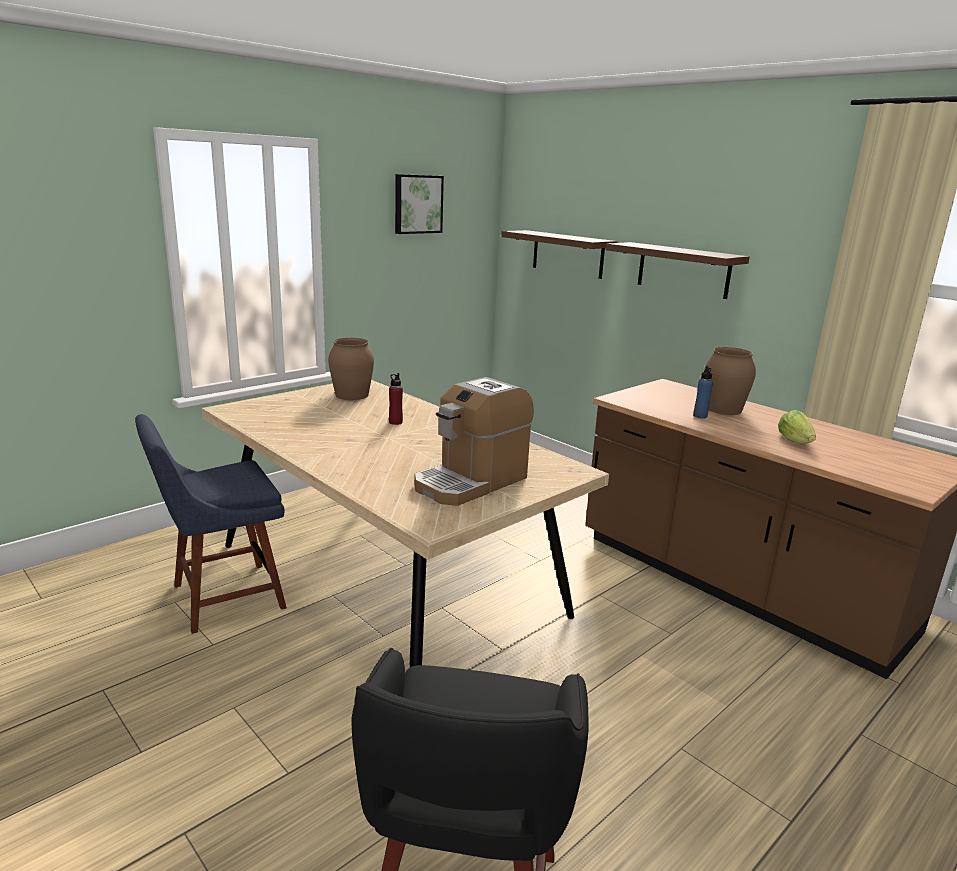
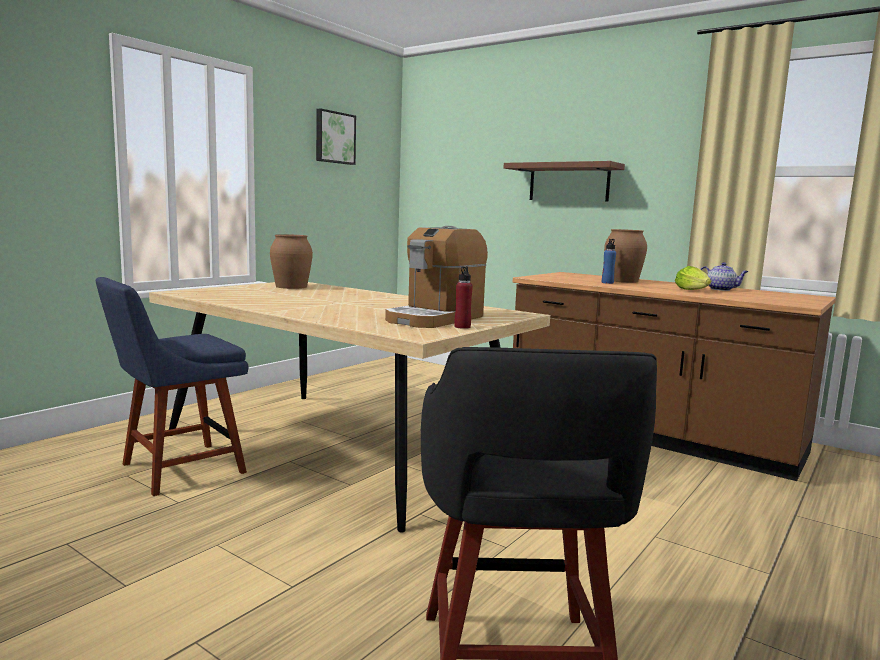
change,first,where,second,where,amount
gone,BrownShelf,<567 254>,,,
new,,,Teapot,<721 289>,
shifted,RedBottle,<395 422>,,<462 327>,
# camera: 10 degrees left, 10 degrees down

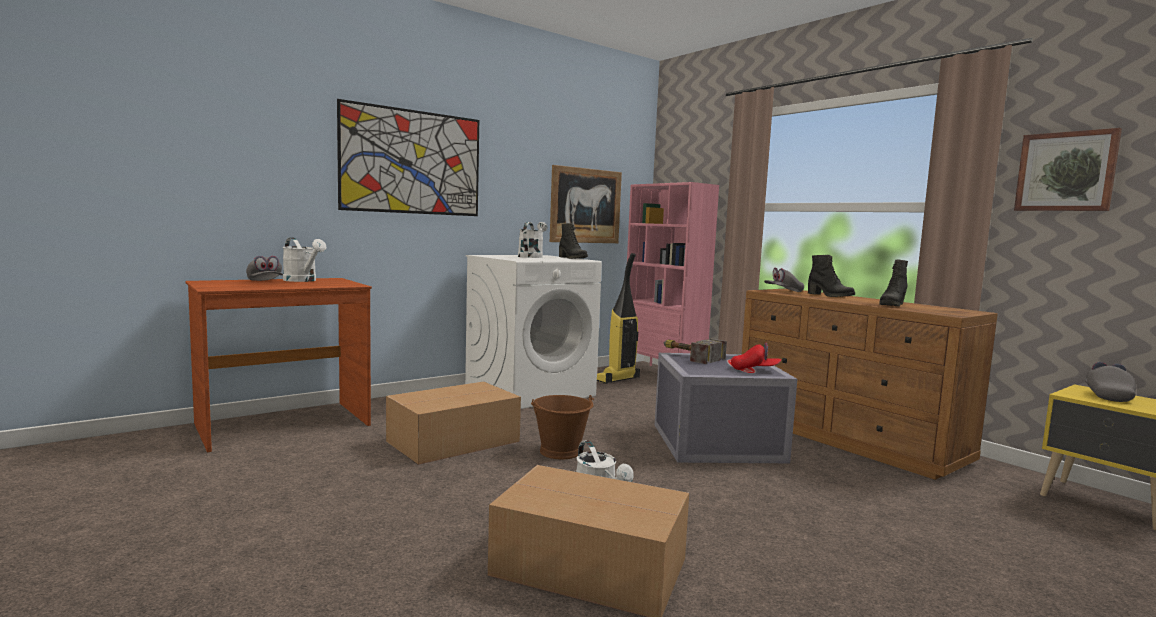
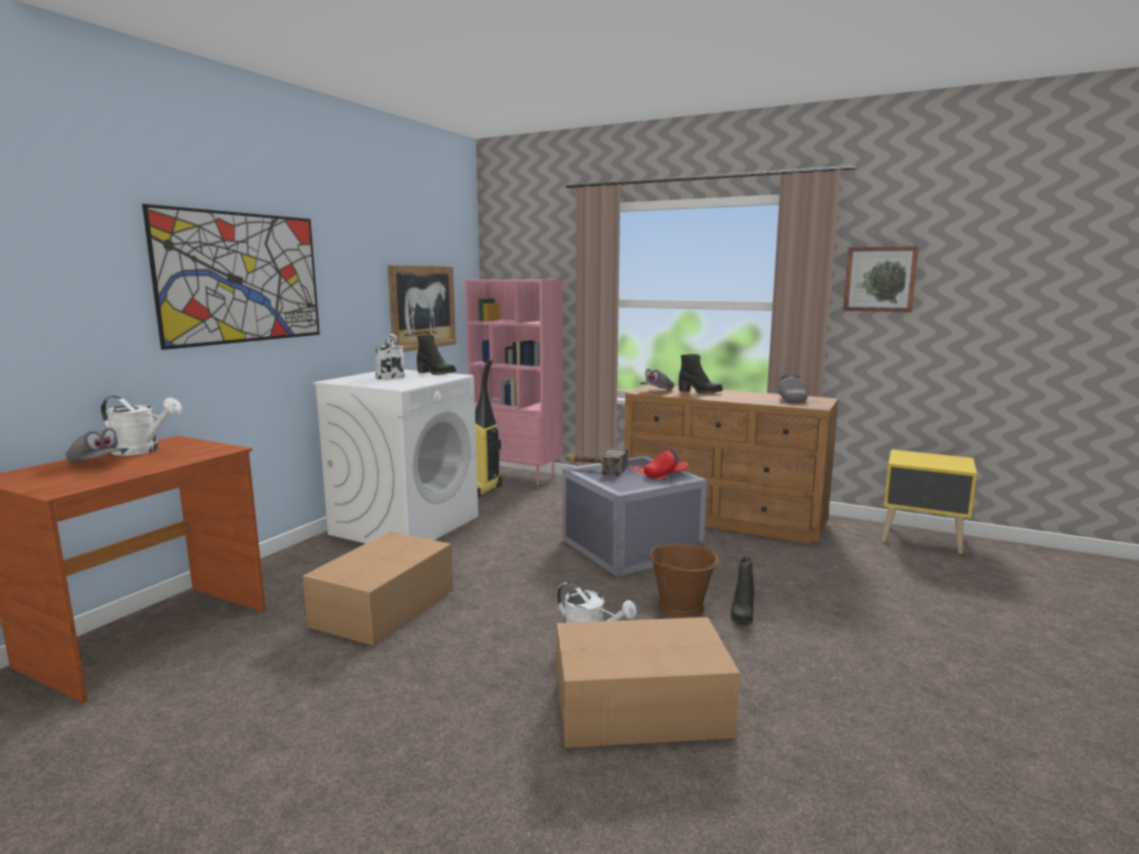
change,first,where,second,where,amount
shifted,BrownBucket,<561 451>,,<681 607>,
shifted,BlackBoot,<892 305>,,<741 614>,
shifted,GreyCap,<1107 396>,,<790 399>,
# camera: 25 degrees left, 5 degrees up

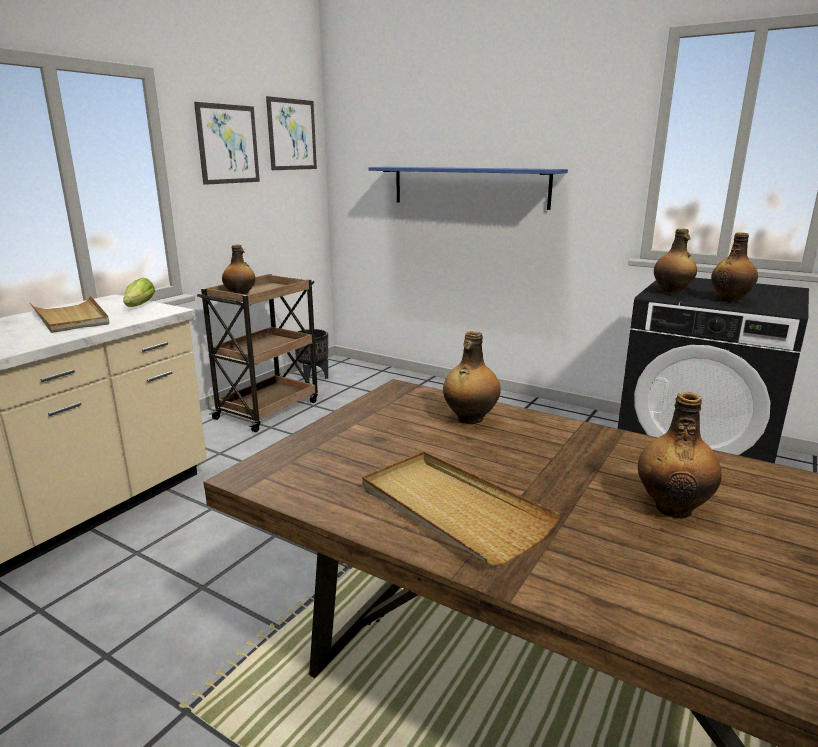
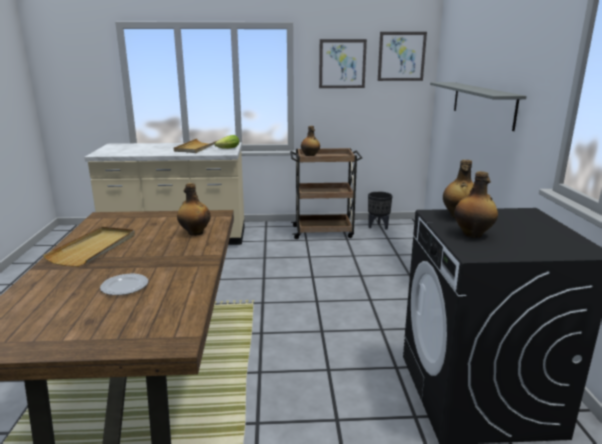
change,first,where,second,where,amount
swapped,Bottle,<672 507>,Plate,<125 287>,
repainted,BlueShelf,<469 187>,GreyShelf,<482 103>,
# camera: 55 degrees right, 0 degrees up

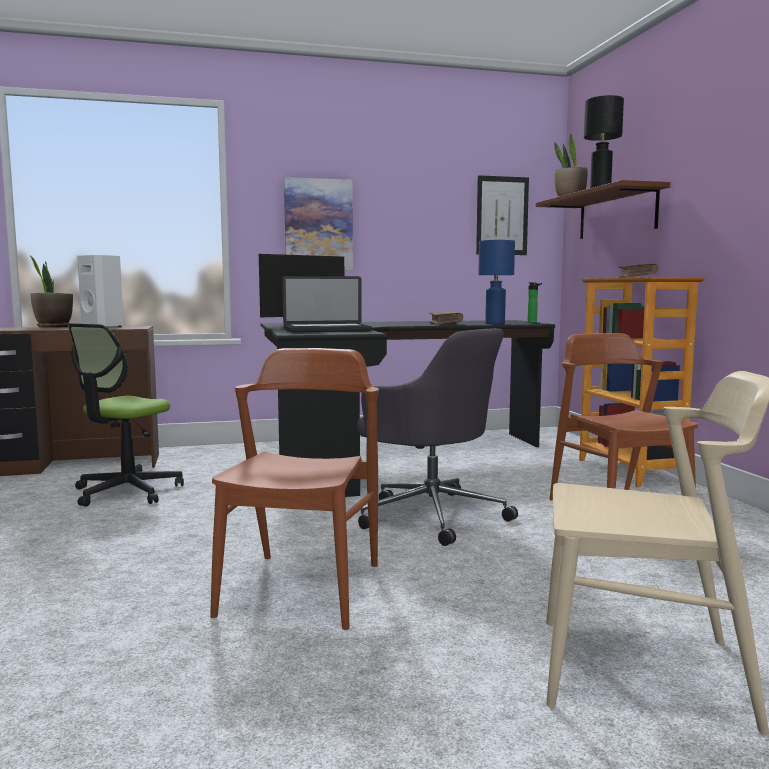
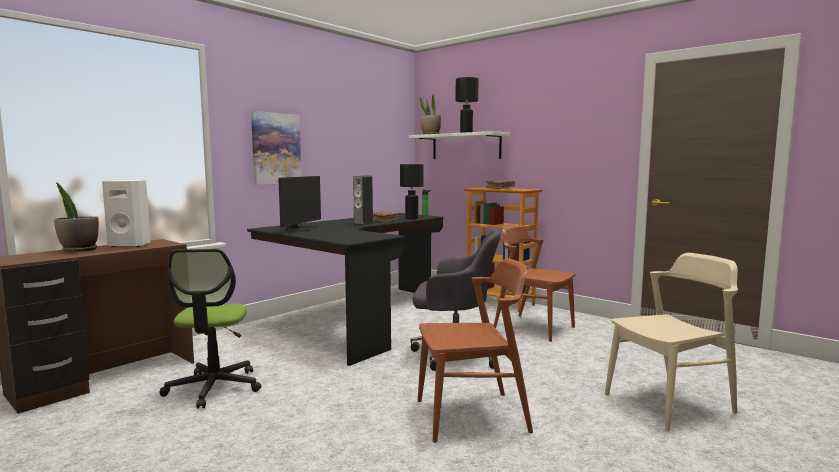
change,first,where,second,where,amount
gone,Laptop,<327 330>,,,
gone,Picture,<502 216>,,,
new,,,Speaker,<363 224>,
repainted,BlueTableLamp,<495 323>,BlackTableLamp,<411 218>,
repainted,BrownShelf,<616 214>,WhiteShelf,<466 146>,
rotated,BrownChair,<302 588>,,<472 416>,105 degrees clockwise
# camera: 35 degrees left, 0 degrees up

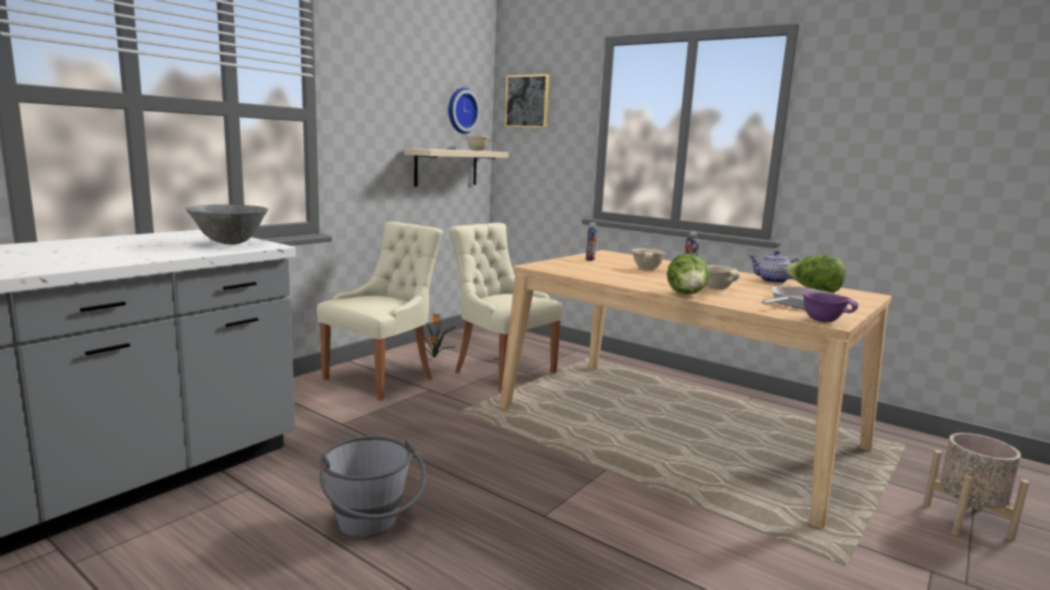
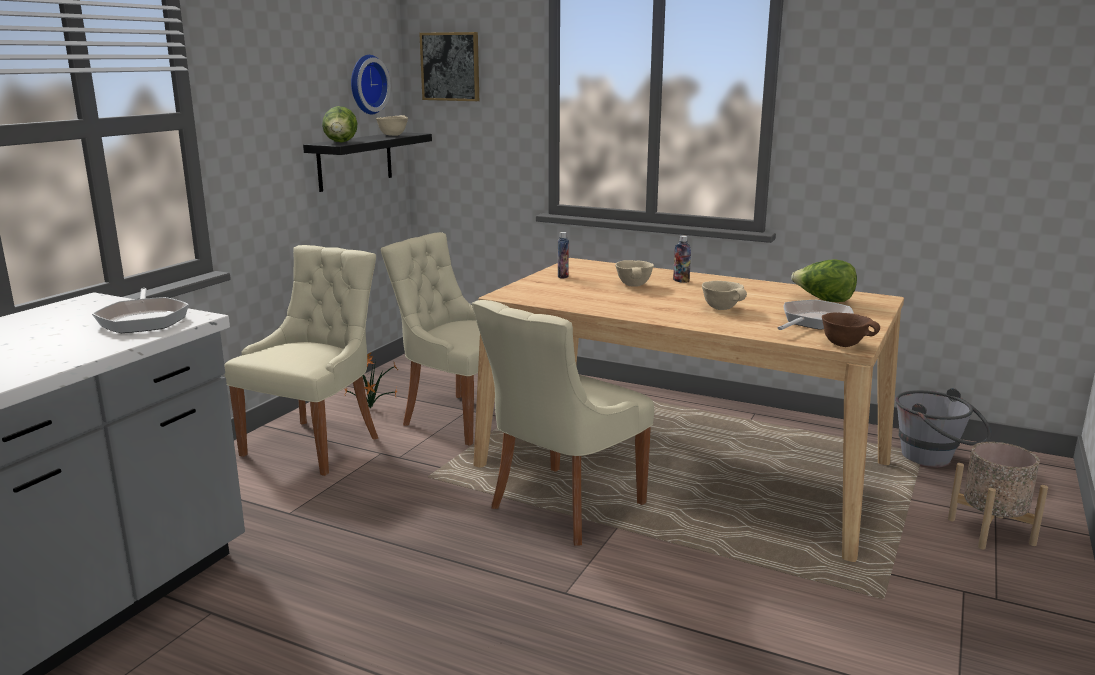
change,first,where,second,where,amount
gone,Teapot,<772 281>,,,
new,,,BeigeChair,<562 507>,
shifted,GreyBucket,<372 528>,,<936 460>,
shifted,Lettuce,<686 295>,,<341 143>,
swapped,GreyBowl,<230 243>,FryingPan,<143 320>,
repainted,BeigeShelf,<446 167>,BlackShelf,<355 161>,
repainted,PurpleBowl,<824 321>,BrownBowl,<845 344>,
# camera: 10 degrees left, 5 degrees up

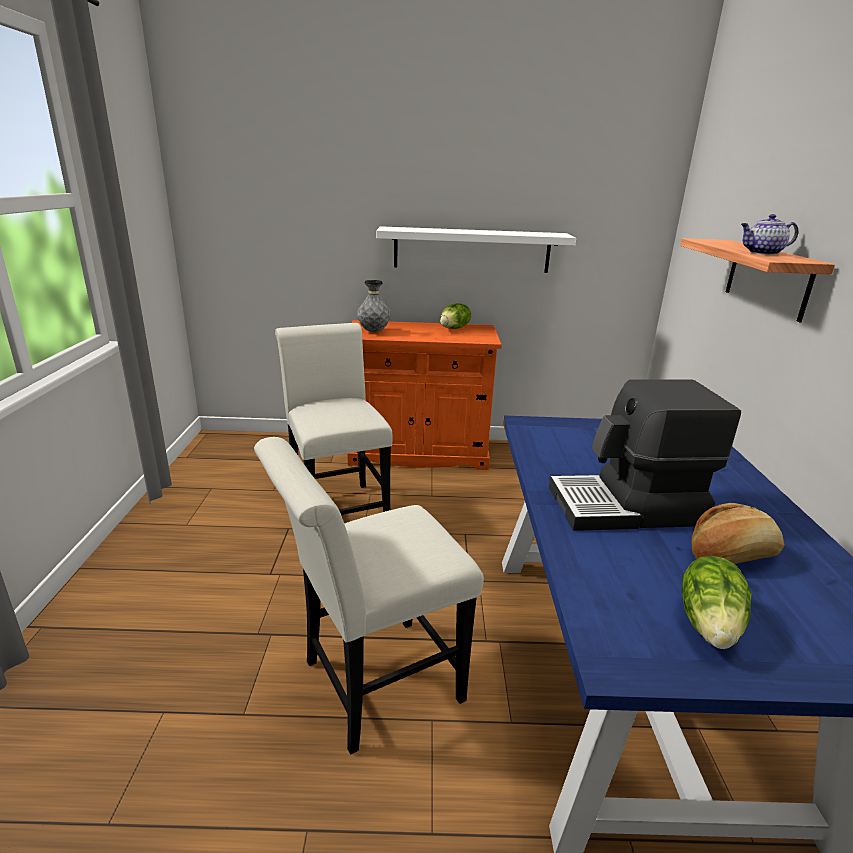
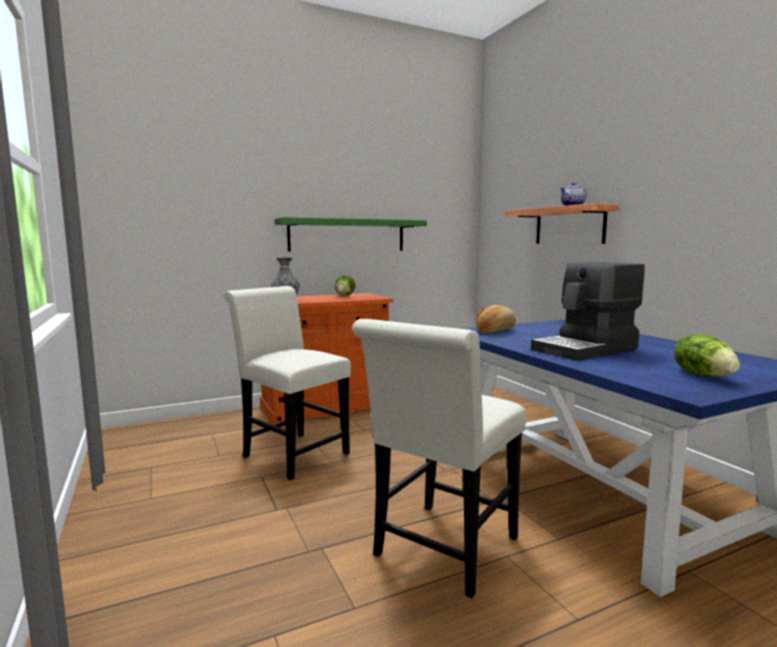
change,first,where,second,where,amount
shifted,Bread,<731 555>,,<495 331>,
repainted,WhiteShelf,<472 250>,GreenShelf,<347 235>,
# camera: 25 degrees left, 15 degrees down

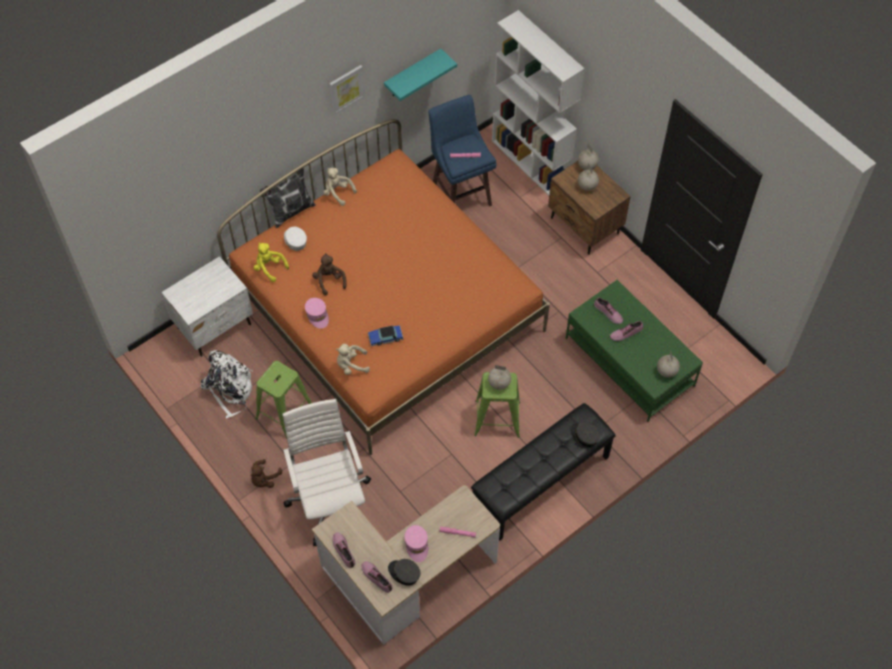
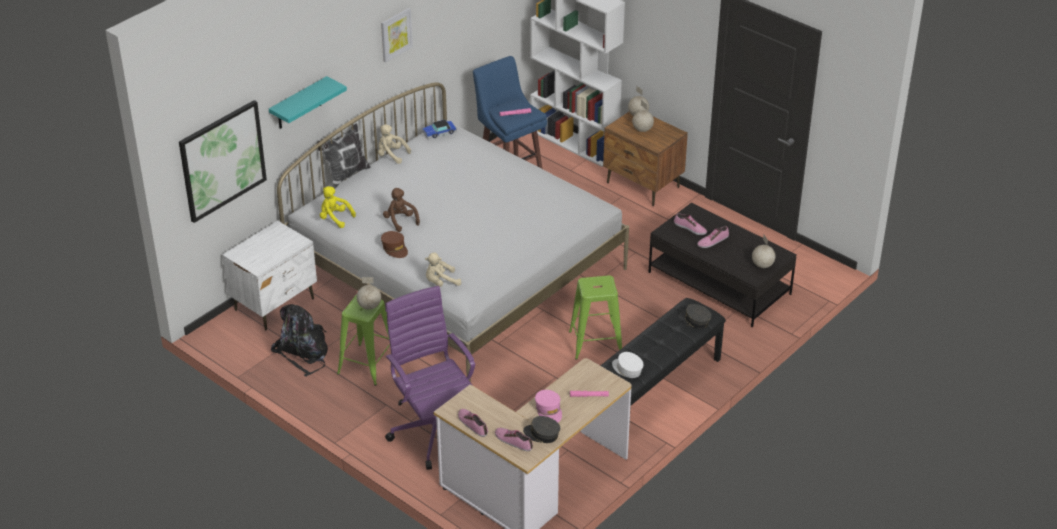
change,first,where,second,where,amount
gone,BrownPlushToy,<264 479>,,,
new,,,Picture,<222 160>,
shifted,WhiteCap,<295 241>,,<627 369>,
shifted,ToyCar,<385 337>,,<439 133>,
shifted,TurquoiseShelf,<412 74>,,<299 104>,
shifted,Globe,<499 383>,,<369 306>,
repainted,WhiteBackpack,<229 389>,BlackBackpack,<303 353>,
repainted,OrangeBed,<387 311>,WhiteBed,<457 272>,
repainted,WhiteOfficeChair,<330 501>,PurpleOfficeChair,<436 431>,
repainted,PinkCap,<317 315>,BrownCap,<395 248>,
repainted,GreenCoffeeTable,<629 362>,BlackCoffeeTable,<719 283>,
# camera: 10 degrees left, 20 degrees down

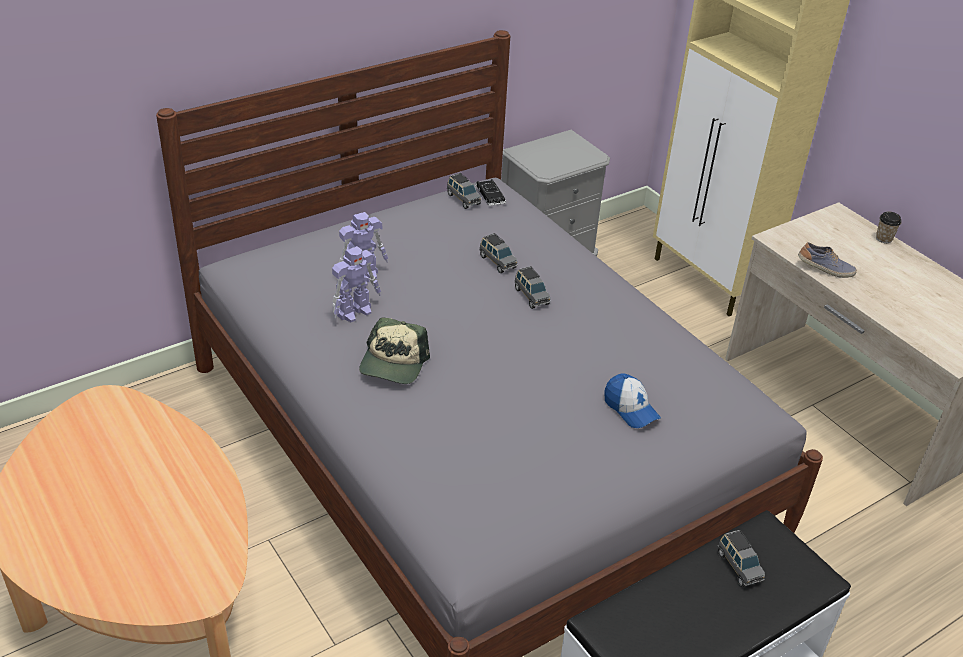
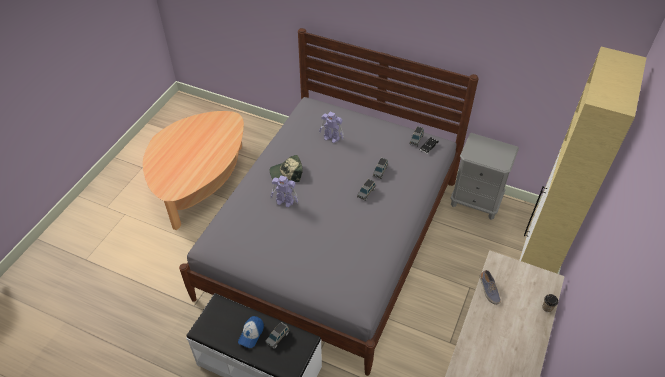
change,first,where,second,where,amount
shifted,ToyRobot,<355 311>,,<285 202>,
shifted,Cap,<630 408>,,<251 334>,
# camera: 60 degrees right, 10 degrees up

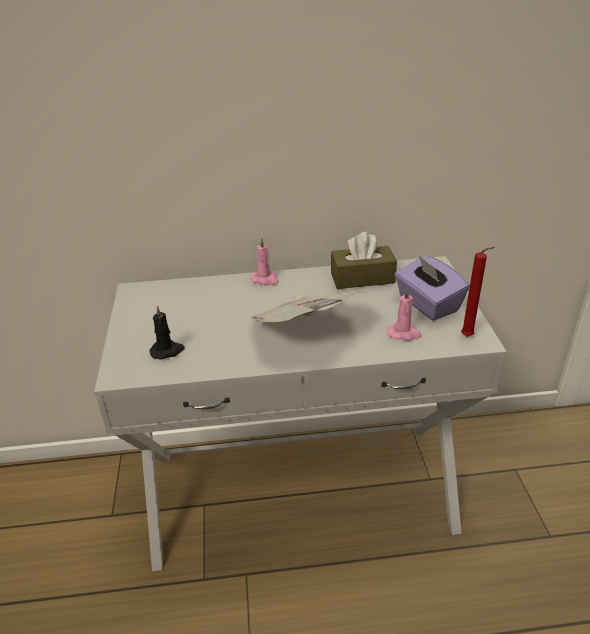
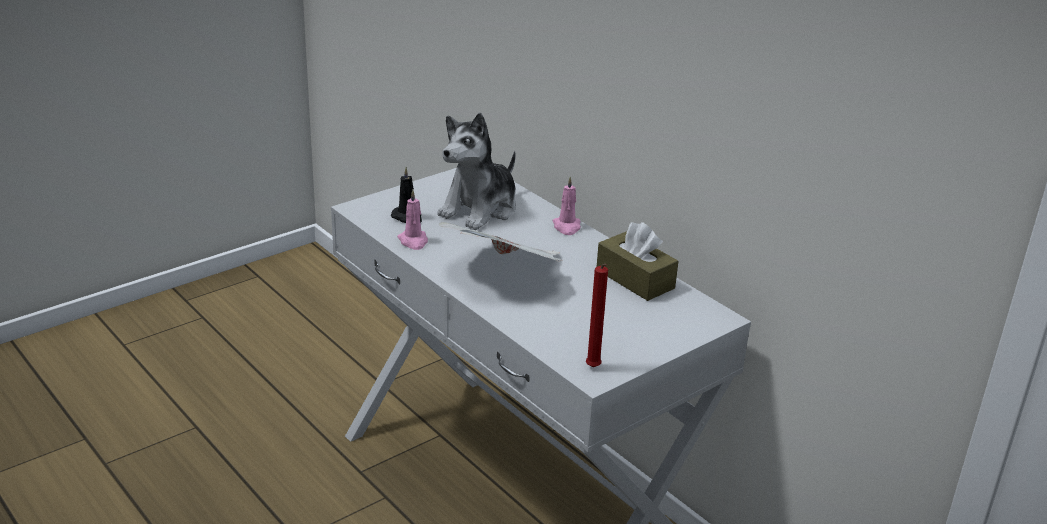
change,first,where,second,where,amount
gone,PurpleTissueBox,<427 304>,,,
new,,,PlushToy,<480 209>,
shifted,PinkCandle,<404 333>,,<413 241>,
# camera: 55 degrees right, 5 degrees down

